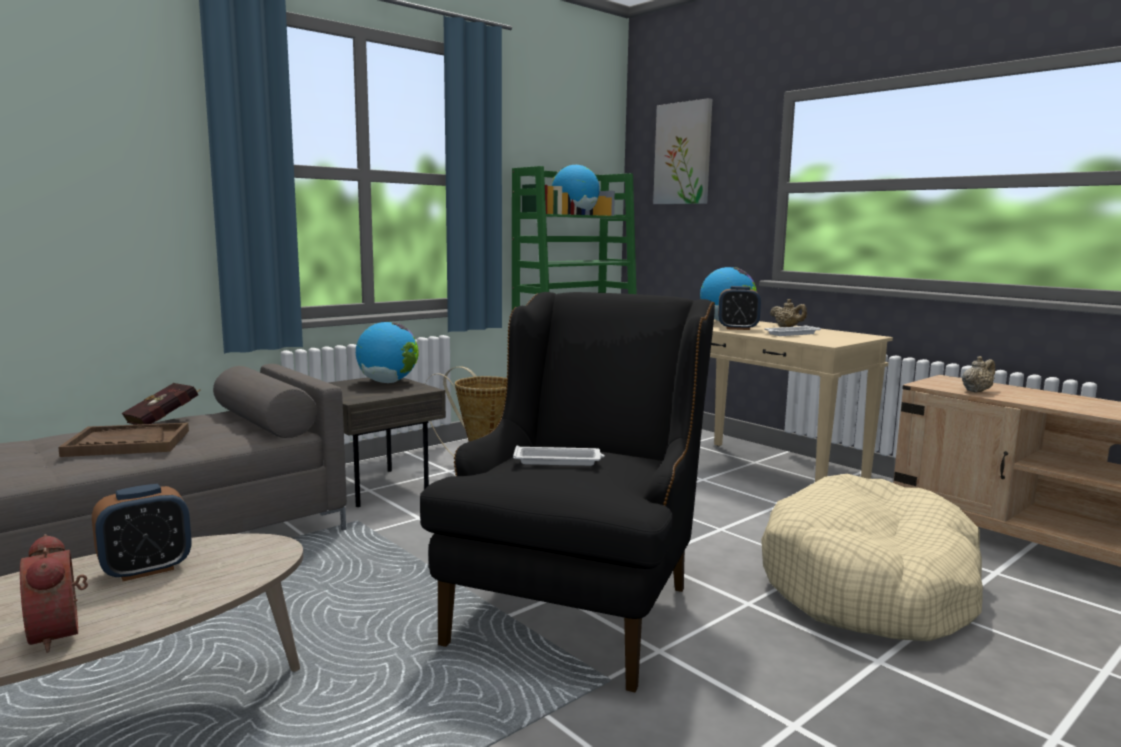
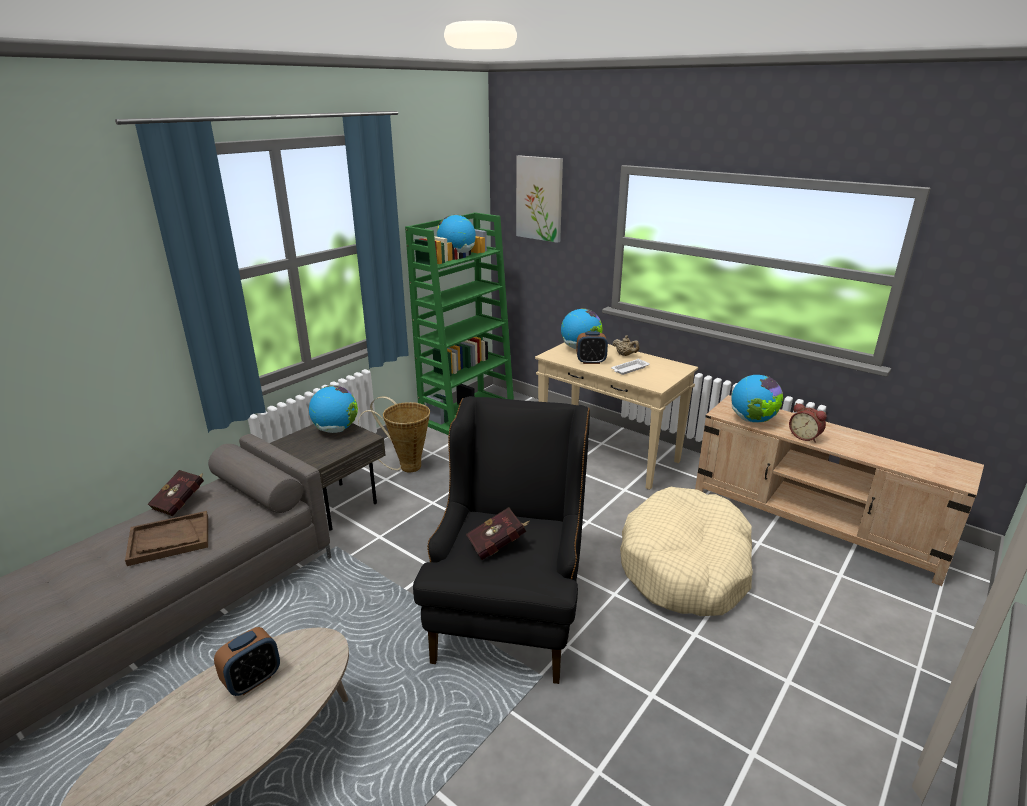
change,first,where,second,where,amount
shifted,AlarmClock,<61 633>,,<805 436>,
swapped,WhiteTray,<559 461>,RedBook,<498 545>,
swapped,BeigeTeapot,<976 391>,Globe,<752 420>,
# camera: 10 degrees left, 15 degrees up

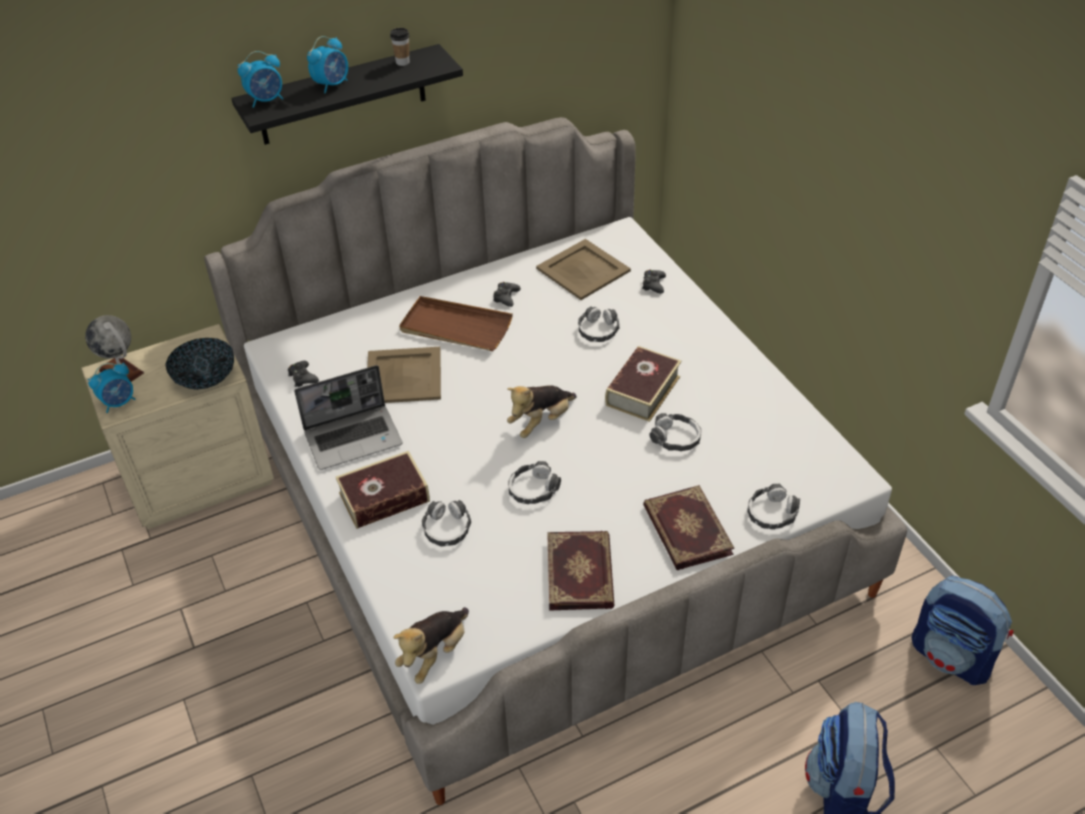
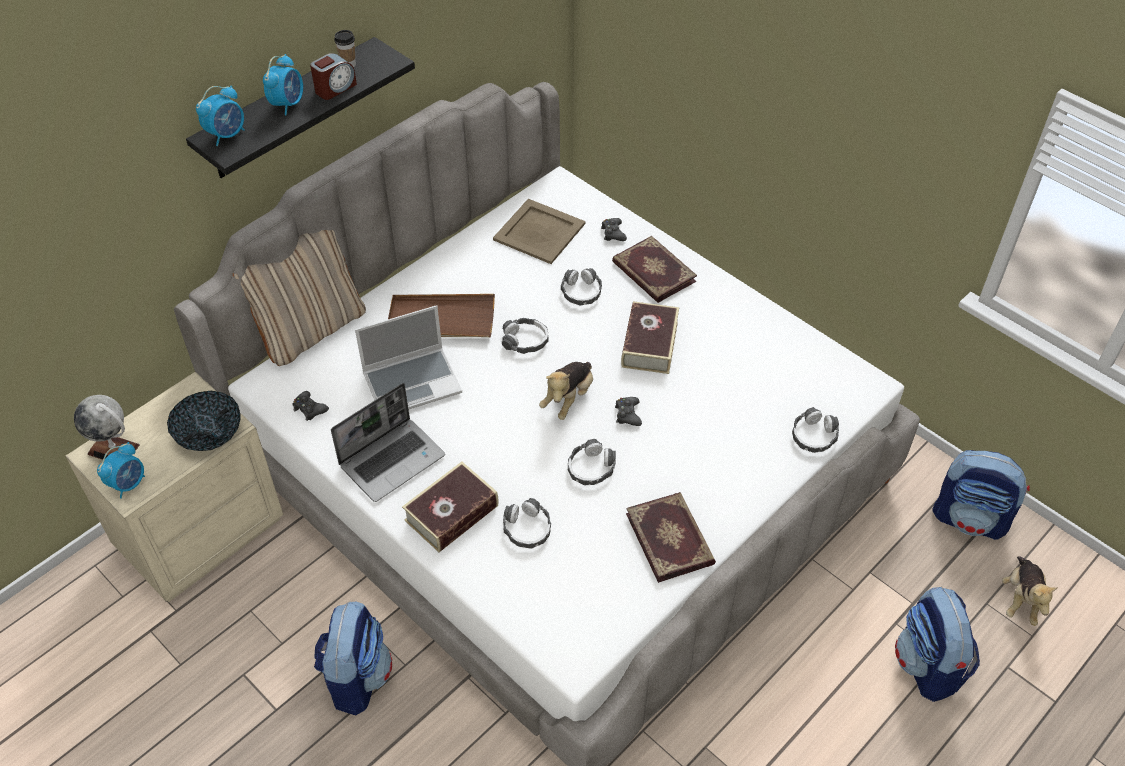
change,first,where,second,where,amount
new,,,BeigePillow,<310 329>,
new,,,AlarmClock,<335 88>,
new,,,Backpack,<356 677>,
shifted,PlushToy,<435 653>,,<1021 599>,
shifted,BlackGameController,<506 297>,,<627 414>,
shifted,Book,<685 530>,,<653 272>,
shifted,Headphones,<675 438>,,<525 340>,
swapped,BeigeTray,<404 375>,Laptop,<413 382>,
# camera: 20 degrees left, 5 degrees up

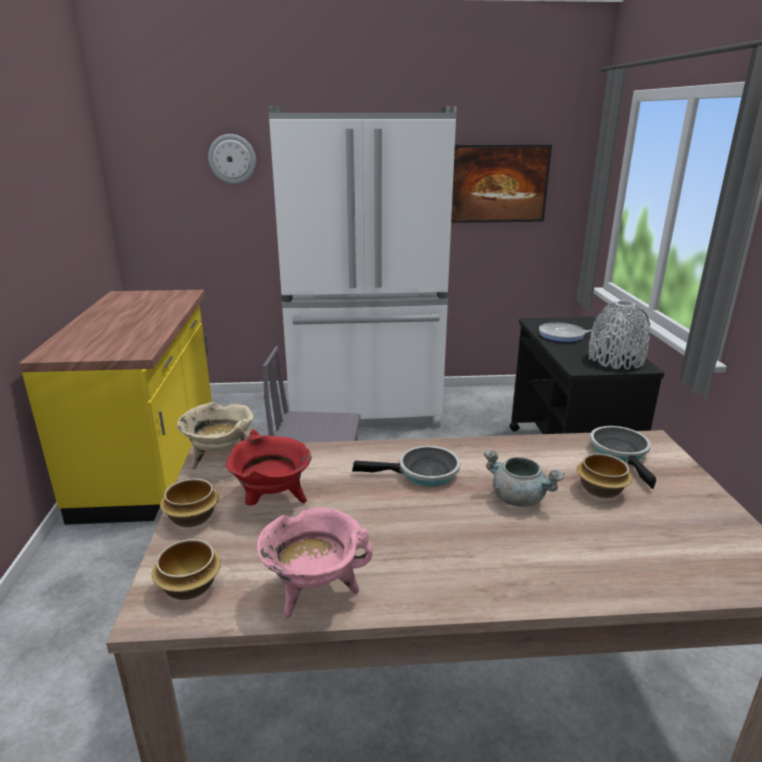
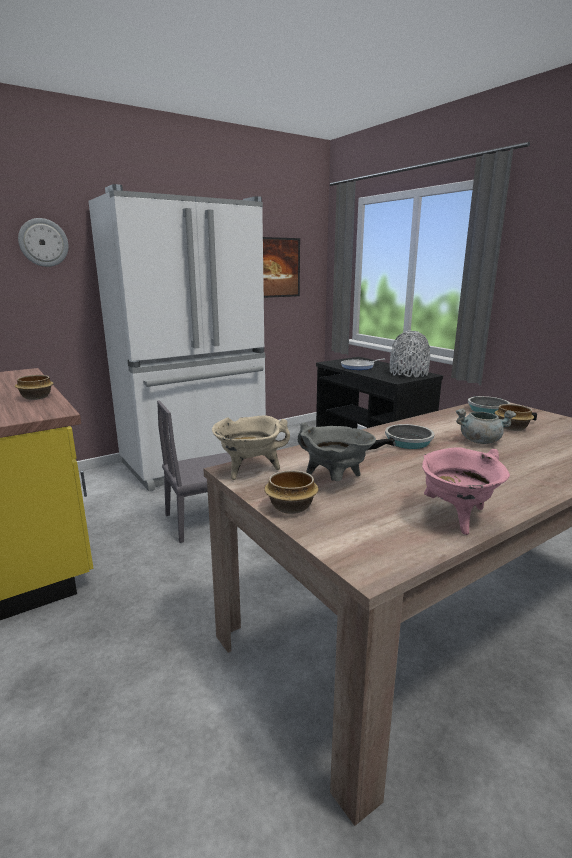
change,first,where,second,where,amount
shifted,Bowl,<190 585>,,<36 397>,
repainted,RedCookingPot,<273 501>,GreyCookingPot,<335 481>,
# camera: 30 degrees left, 5 degrees down

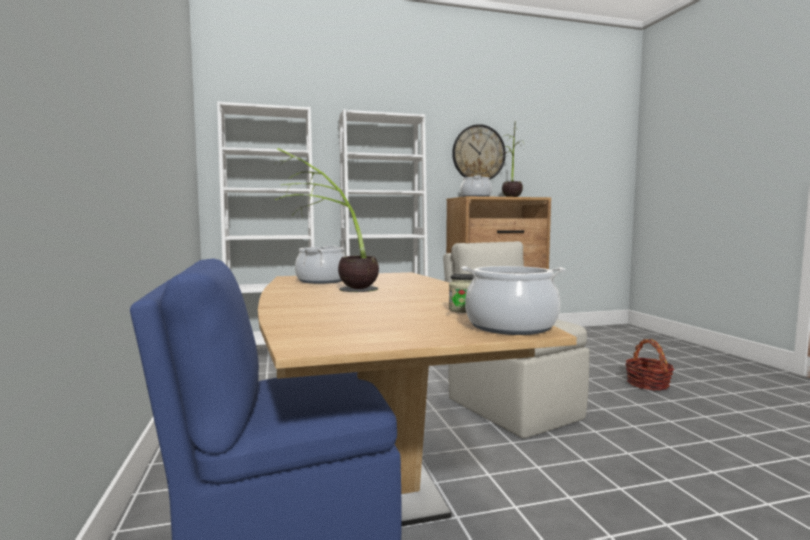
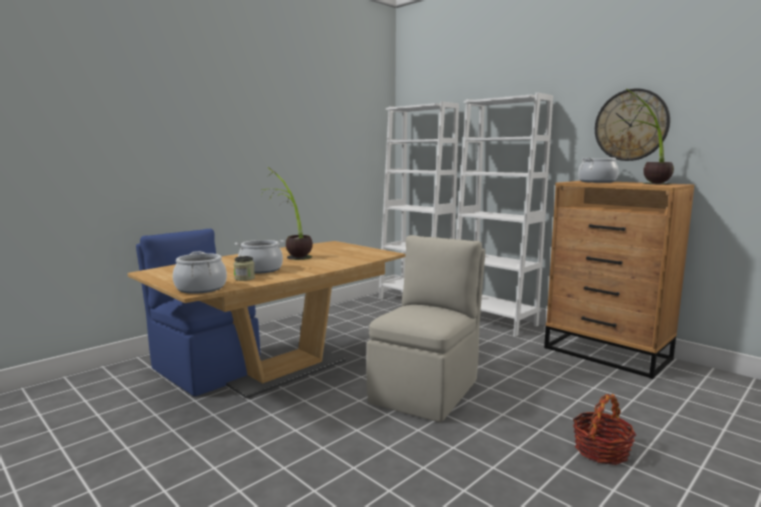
change,first,where,second,where,amount
shifted,CookingPot,<322 281>,,<261 269>,
# camera: 60 degrees right, 5 degrees up

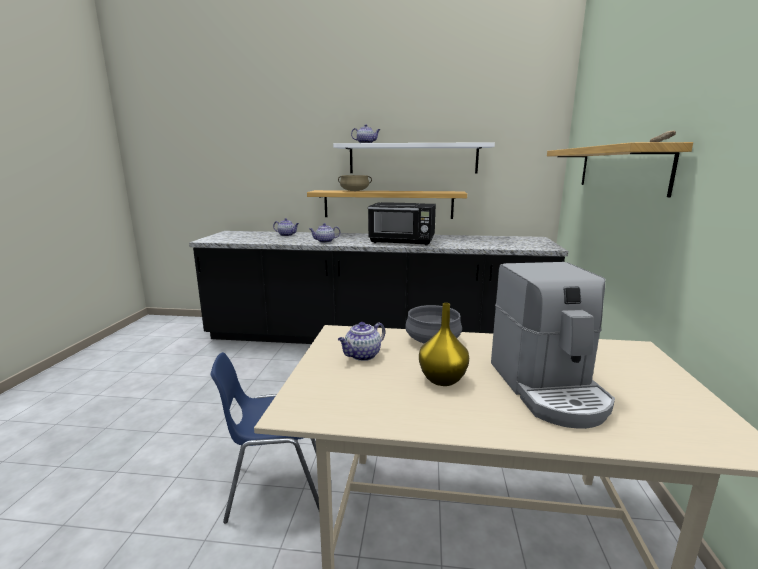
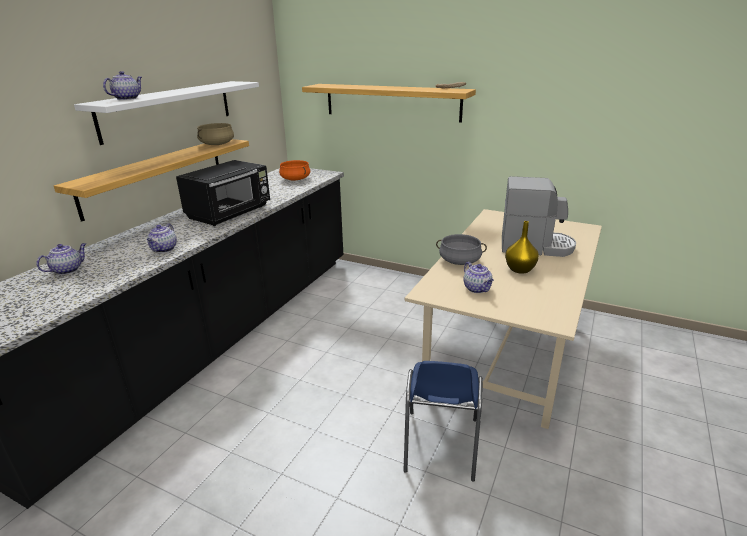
change,first,where,second,where,amount
new,,,OrangeCookingPot,<295 179>,
shifted,BeigeCookingPot,<354 191>,,<217 144>,
# camera: 70 degrees left, 10 degrees up

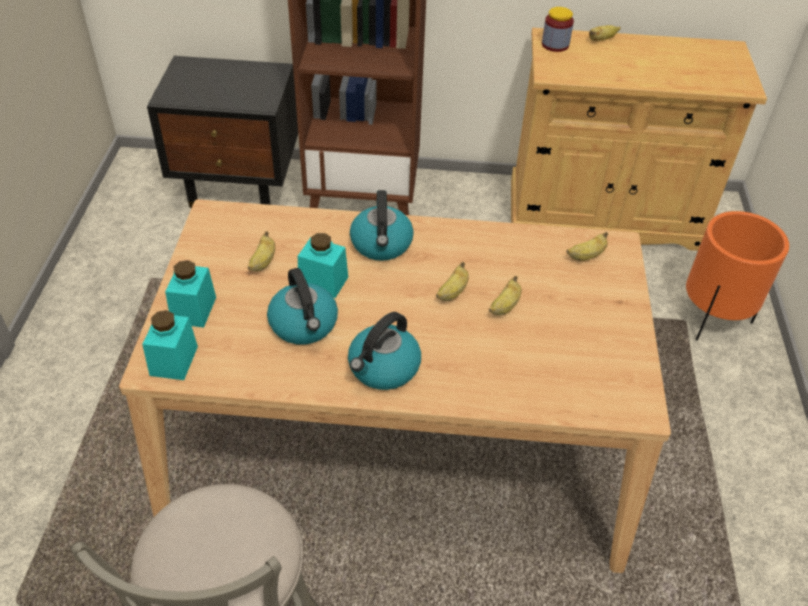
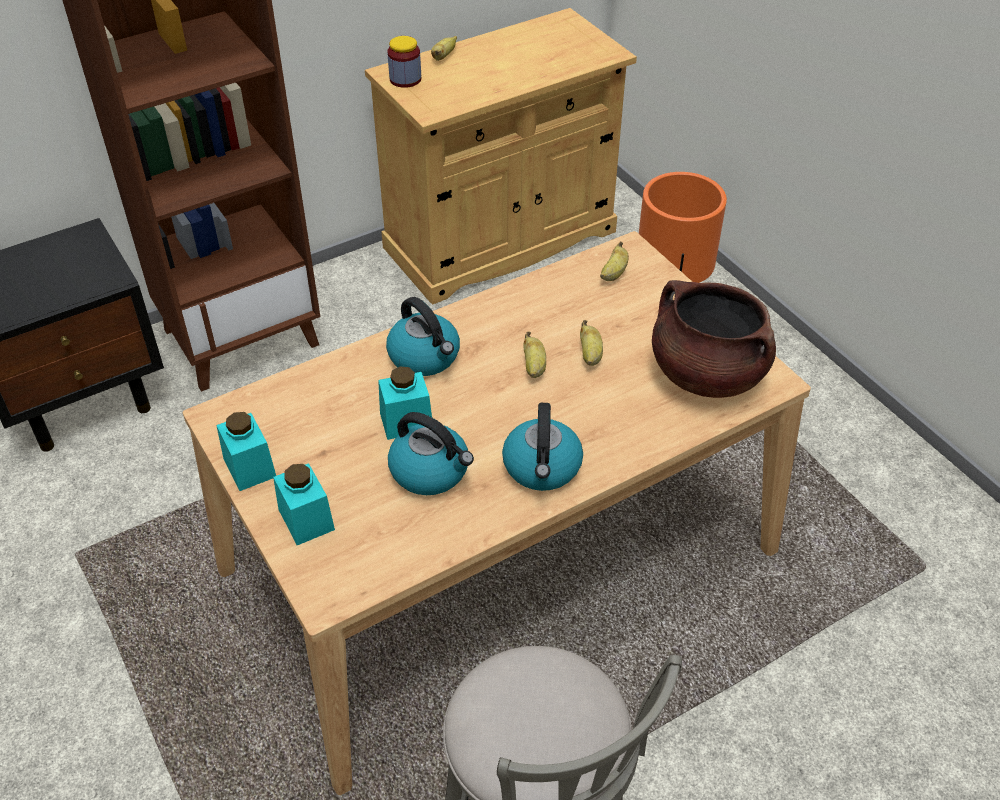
change,first,where,second,where,amount
gone,Banana,<263 263>,,,
new,,,BrownCookingPot,<706 374>,
shifted,TurquoiseJar,<174 361>,,<249 467>,
# camera: 35 degrees left, 0 degrees up

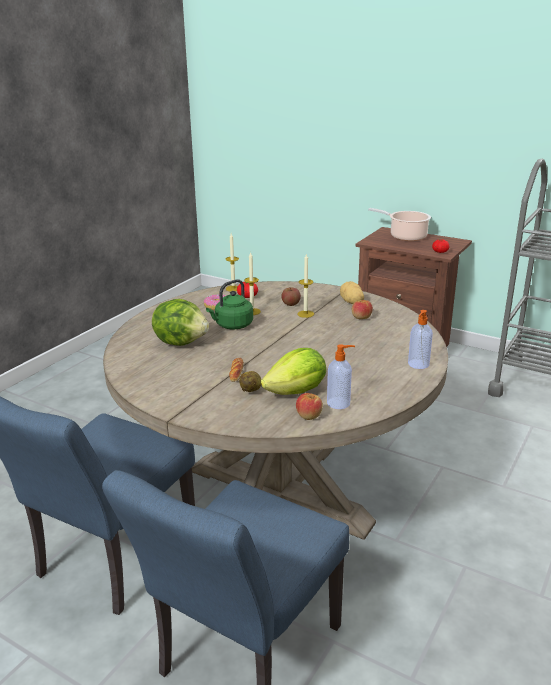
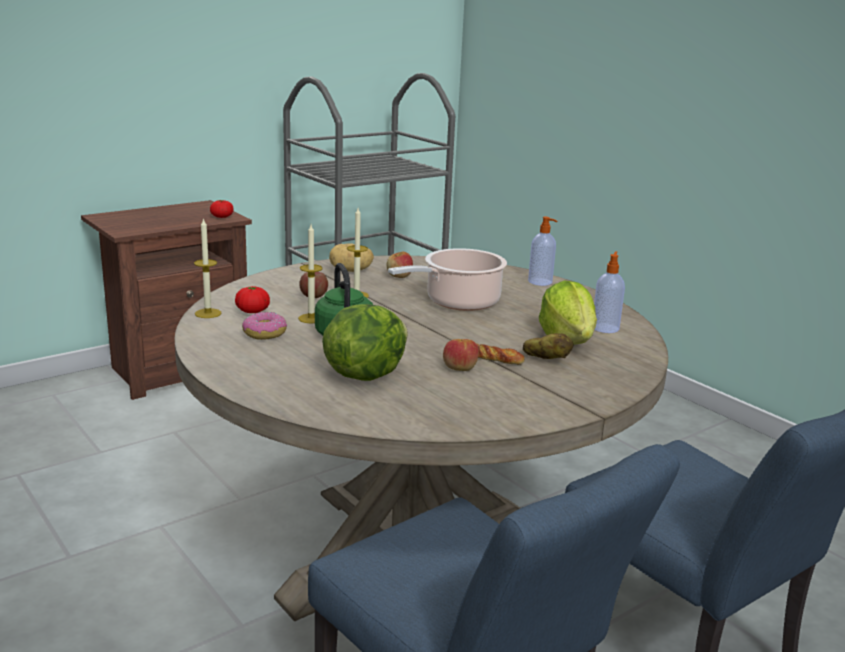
change,first,where,second,where,amount
shifted,Apple,<309 415>,,<459 368>,
shifted,CookingPot,<405 236>,,<458 302>,
# camera: 70 degrees left, 5 degrees down

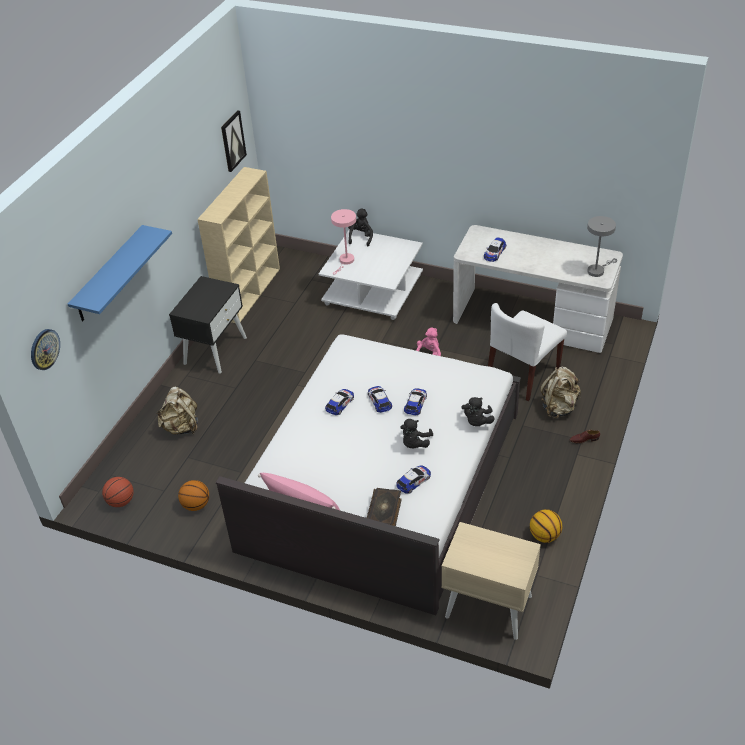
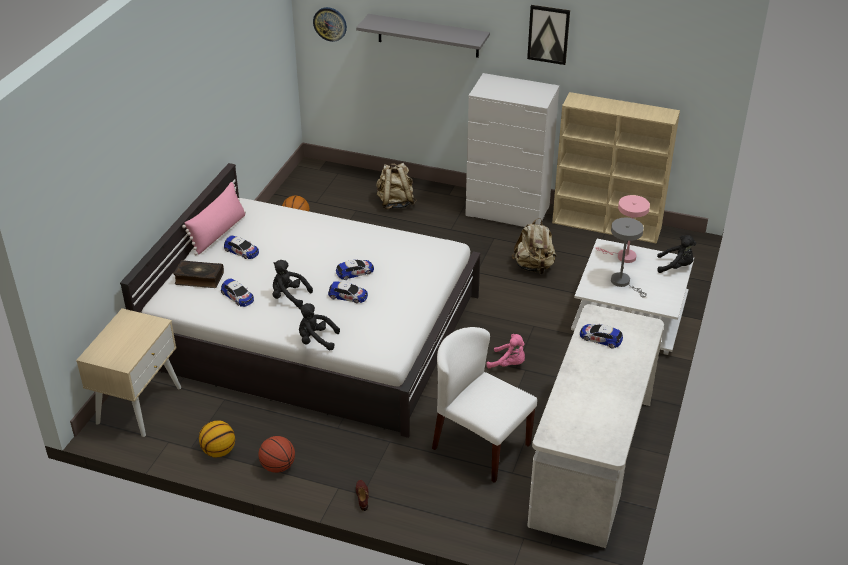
change,first,where,second,where,amount
shifted,Basketball,<121 501>,,<278 466>,
shifted,Picture,<232 141>,,<548 34>,
shifted,ToyCar,<340 404>,,<241 251>,
shifted,BeigeBackpack,<559 407>,,<534 267>,
shifted,GreyTableLamp,<597 270>,,<623 282>,
swapped,BlackNightstand,<215 350>,WhiteDresser,<508 212>,
repainted,BlueShelf,<109 274>,GreyShelf,<428 36>,
# camera: 85 degrees right, 5 degrees down

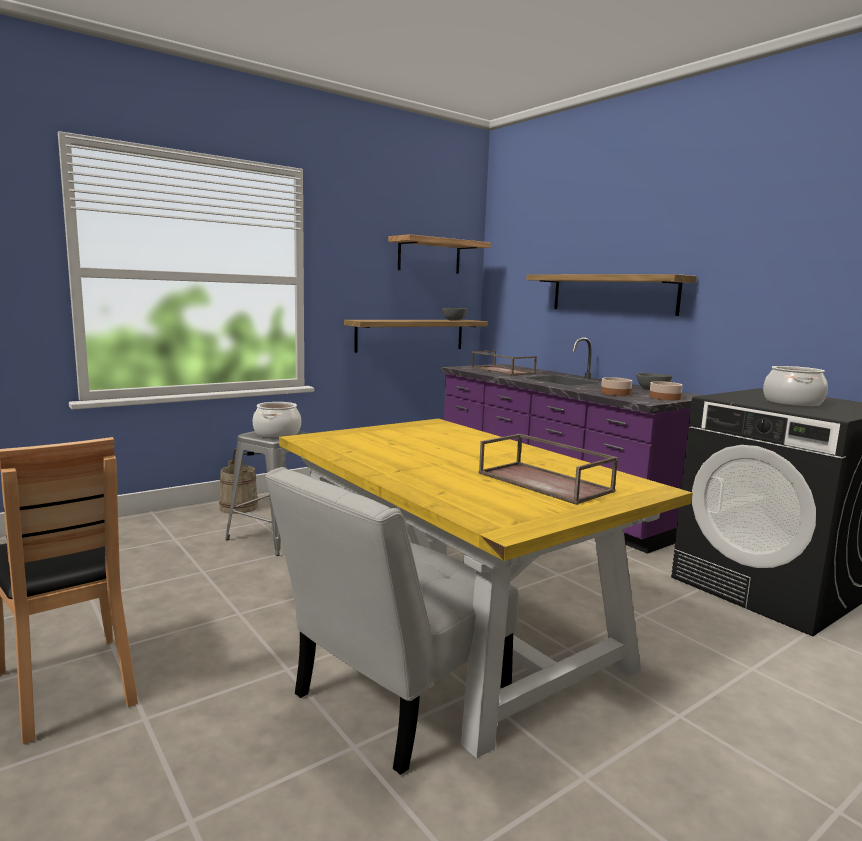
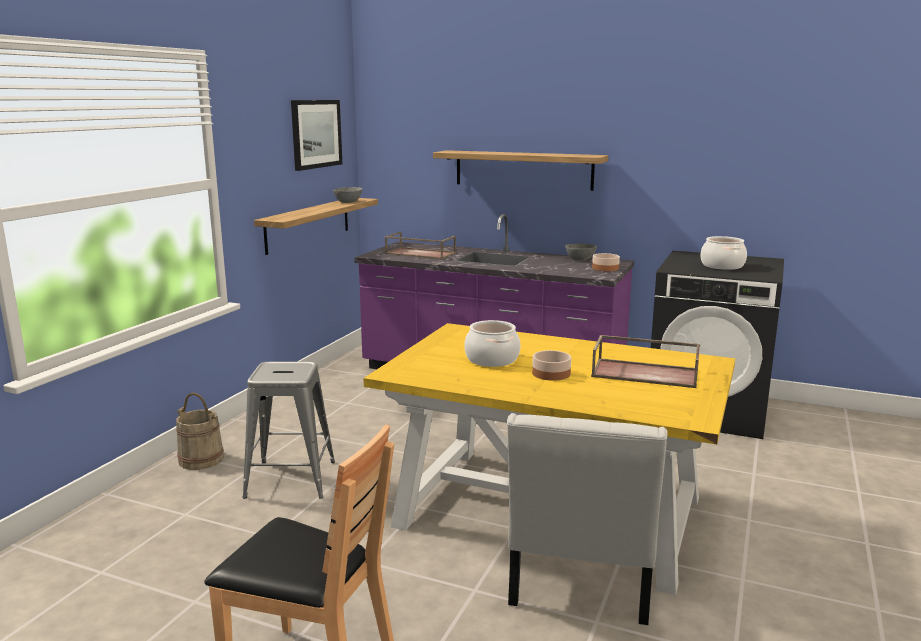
change,first,where,second,where,amount
shifted,CookingPot,<277 433>,,<492 359>,
shifted,Bowl,<615 393>,,<551 374>,
swapped,Shelf,<429 256>,Picture,<316 134>,
# camera: 30 degrees left, 5 degrees up

